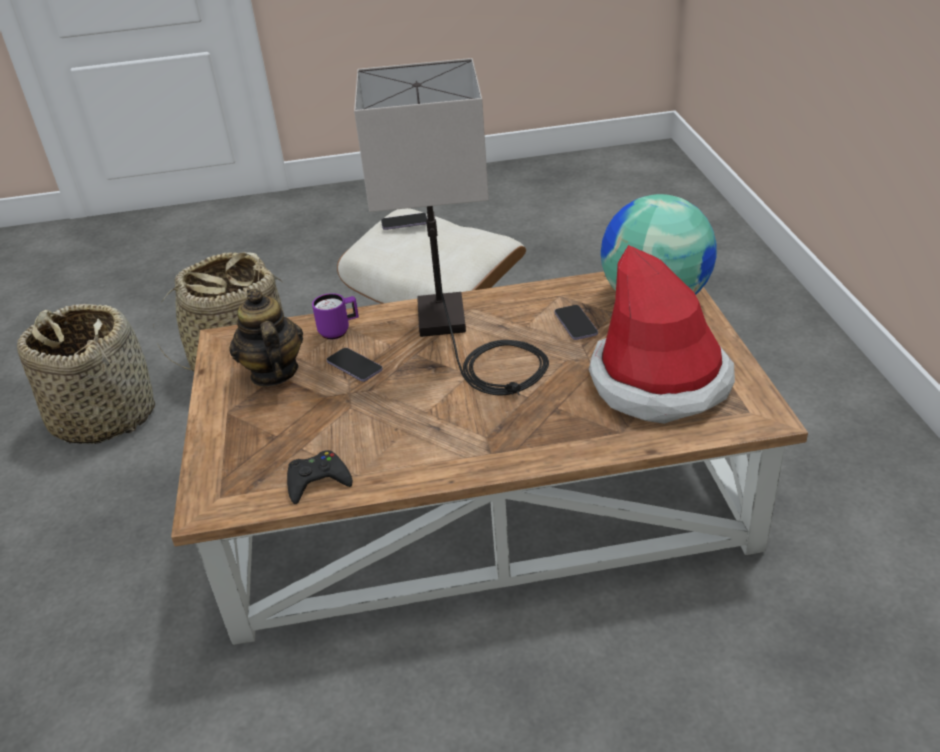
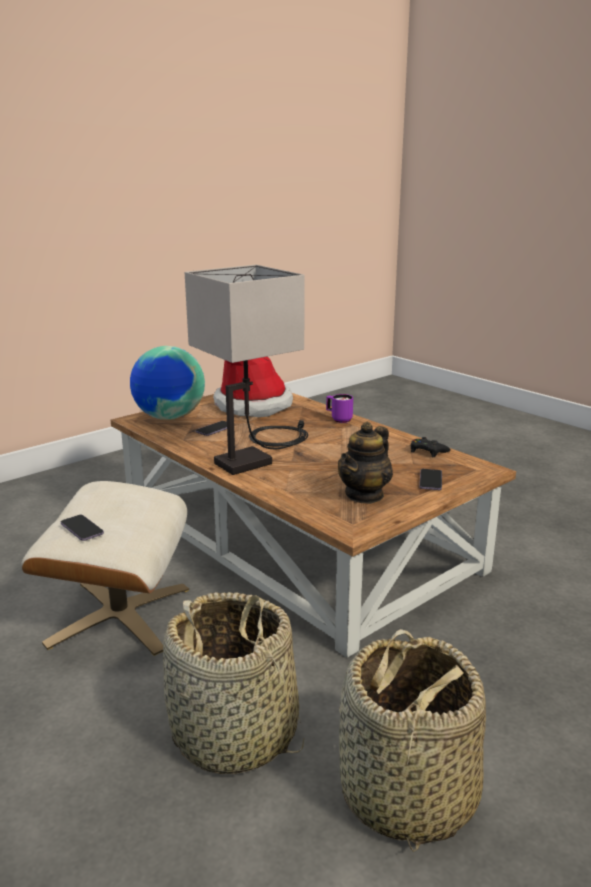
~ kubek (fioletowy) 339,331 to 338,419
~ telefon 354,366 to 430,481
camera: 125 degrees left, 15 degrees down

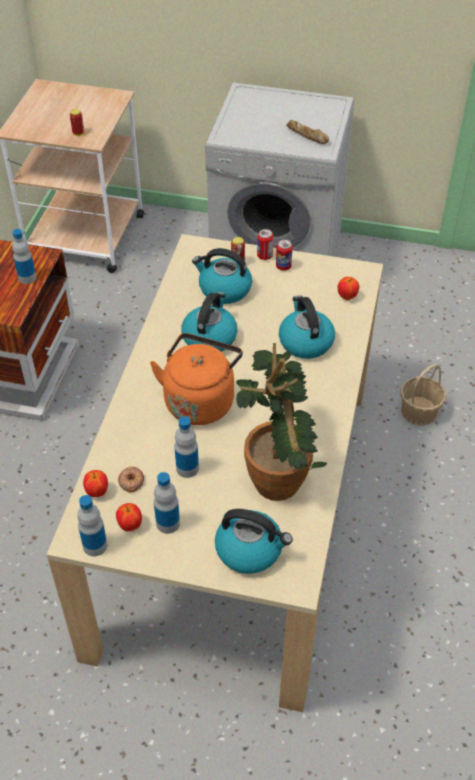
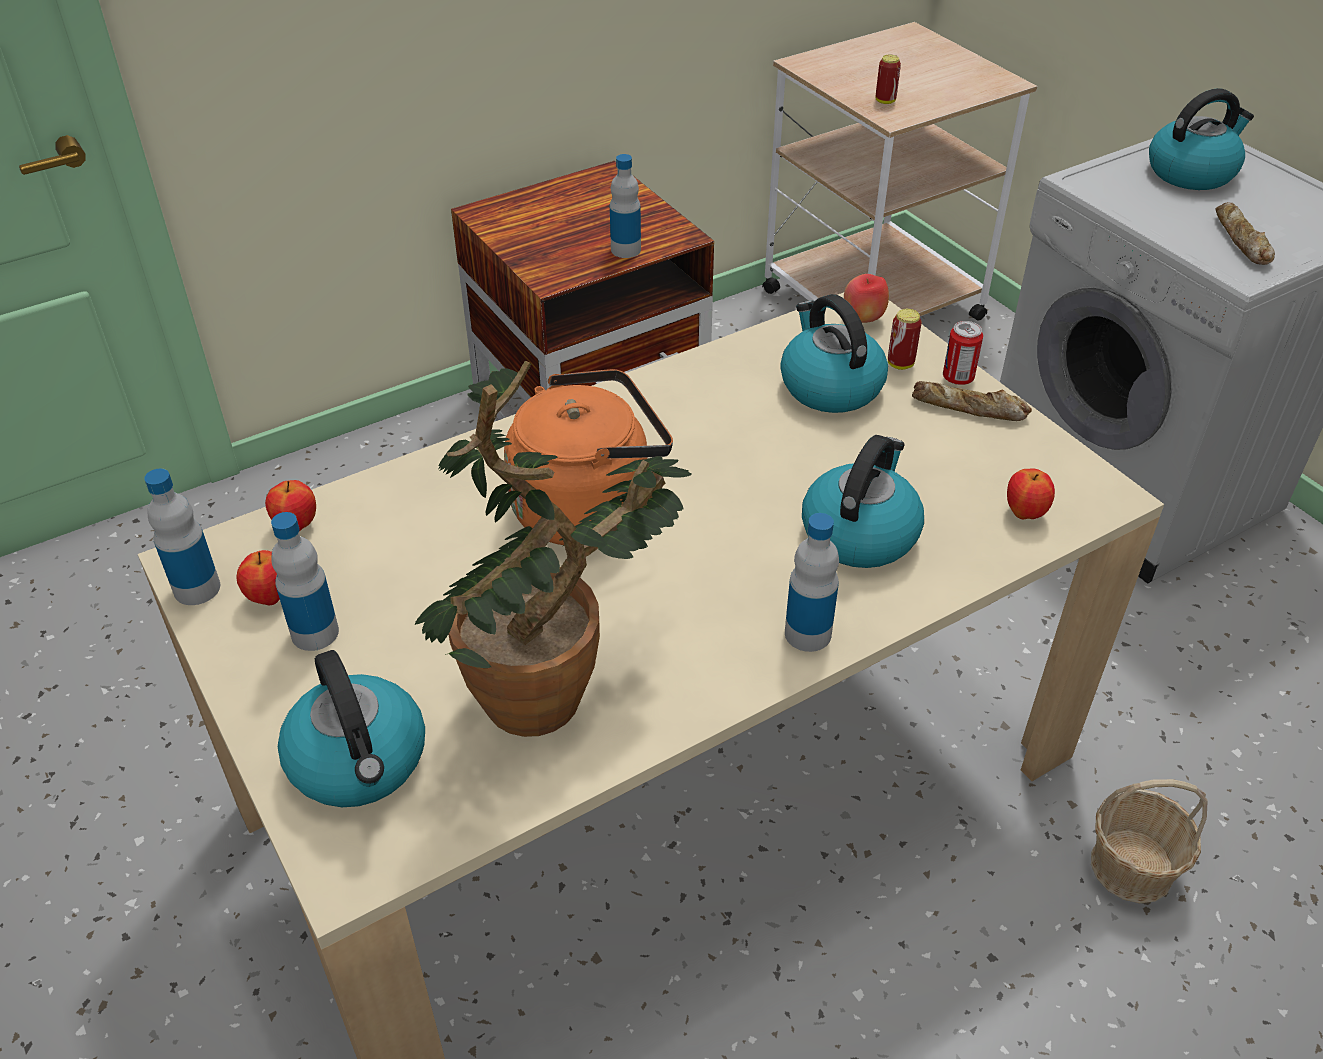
- donut 131,481
~ butelka 187,468 to 808,634
~ czajnik 209,337 to 1191,172
~ puszka 283,266 to chleb 969,409
+ jabłko 863,319
camera: 45 degrees right, 5 degrees down

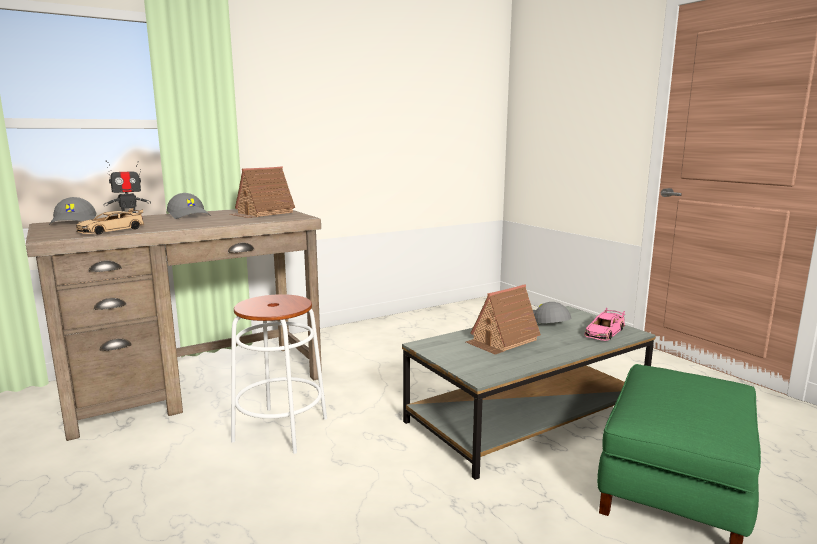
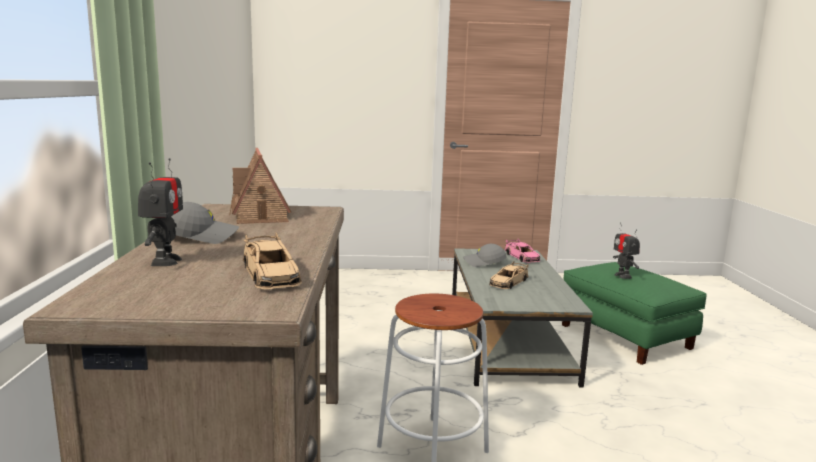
- czapka z daszkiem (szary) 74,222
~ domek 502,341 to samochodzik (beżowy) 508,282
+ robot zabawkowy 623,276
camera: 60 degrees left, 0 degrees up

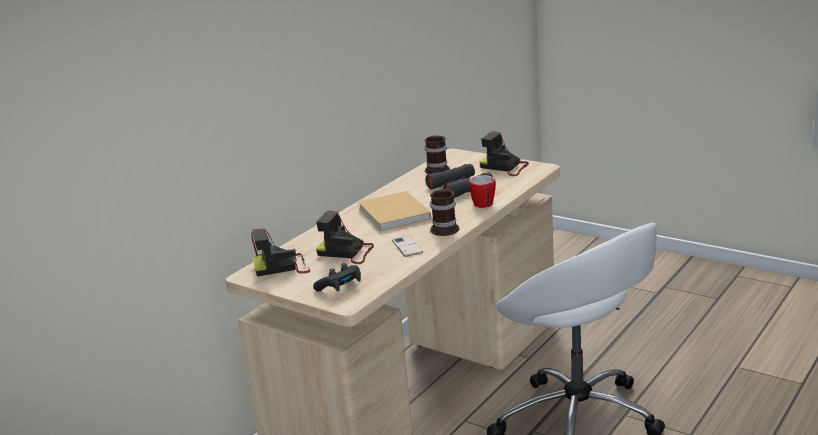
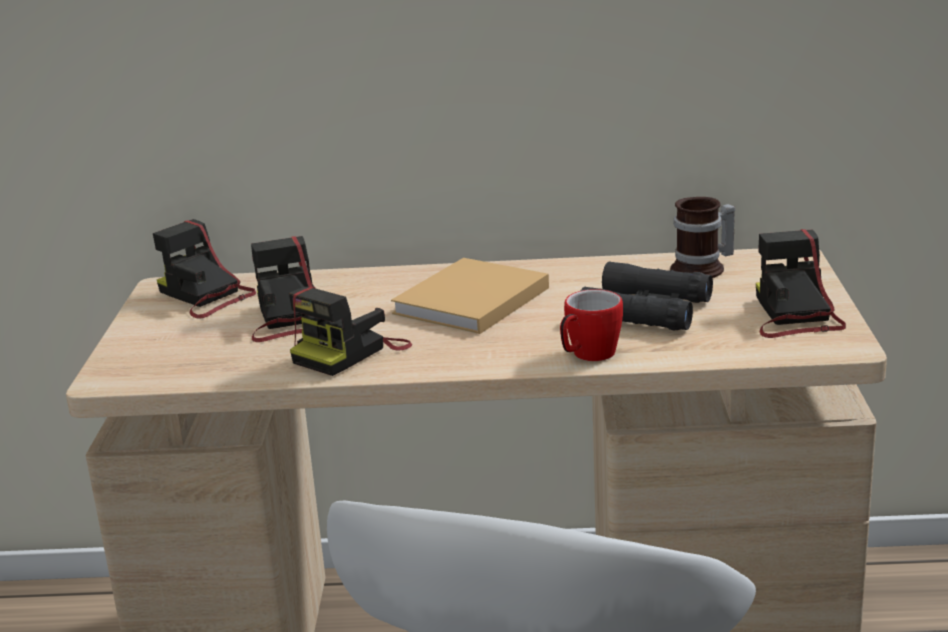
- pad do gier (czarny) 340,286
~ telefon 407,246 to aparat fotograficzny 350,352
- kubek 446,228
camera: 55 degrees right, 0 degrees up

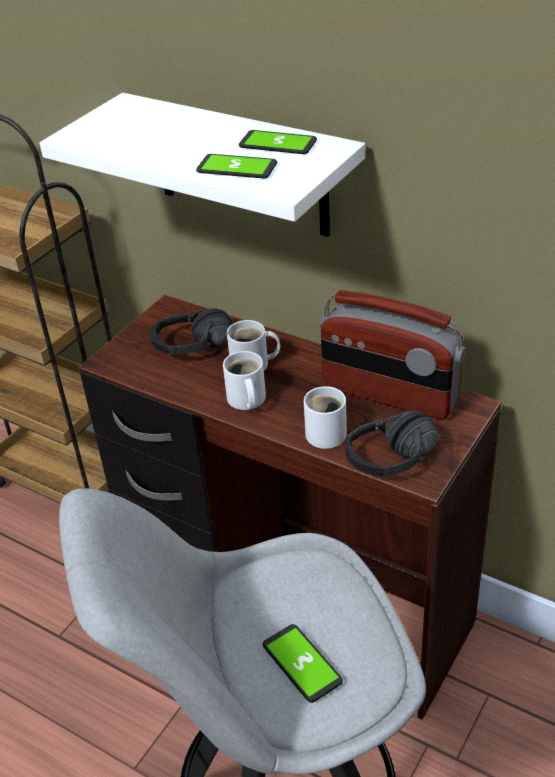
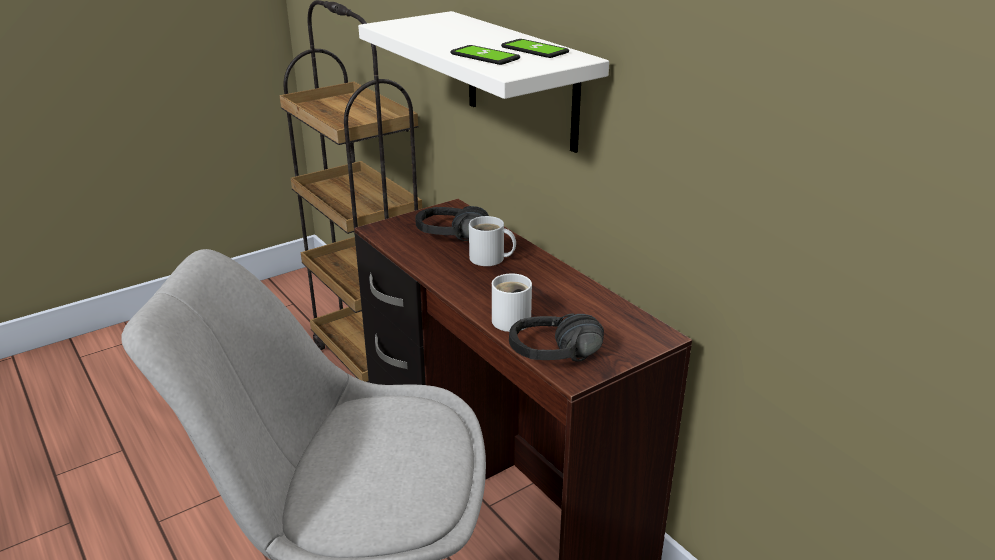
- kubek (biały) 245,400
- telefon 301,663
- radio 389,395
camera: 20 degrees right, 10 degrees down

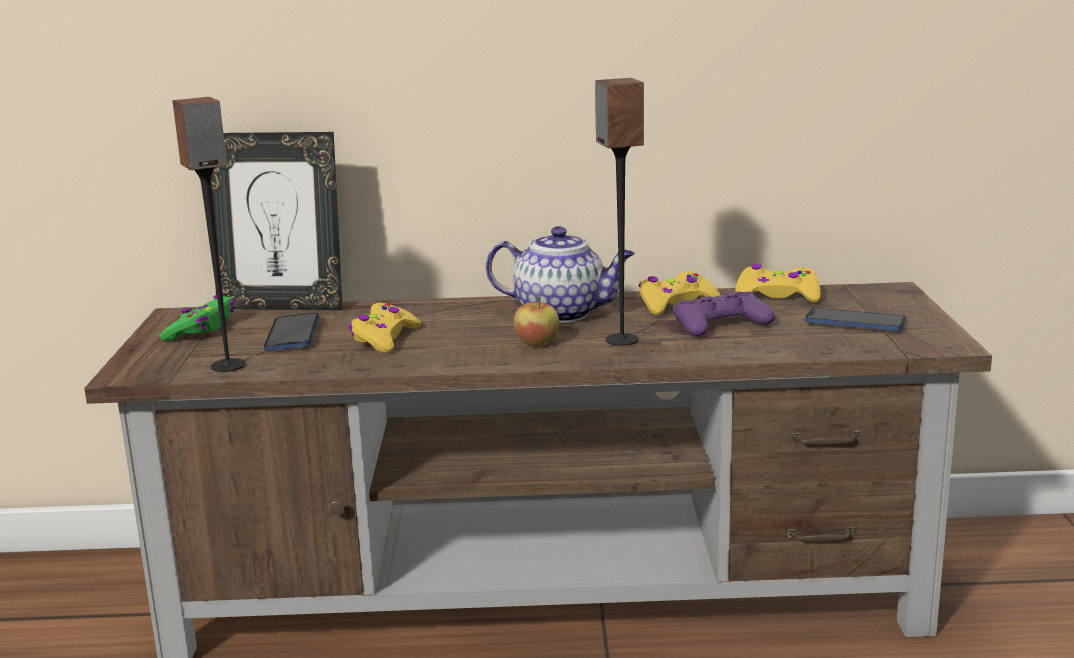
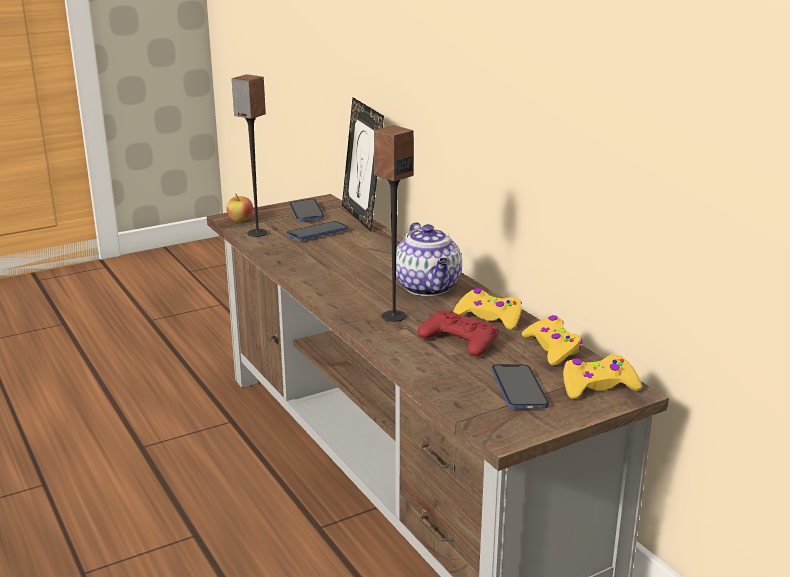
~ pad do gier (zielony) 202,329 to telefon 306,212
~ pad do gier (żółty) 384,339 to 597,386
~ jabłko 537,343 to 240,220
~ pad do gier (fioletowy) 720,324 to pad do gier (czerwony) 459,340
camera: 60 degrees right, 5 degrees up

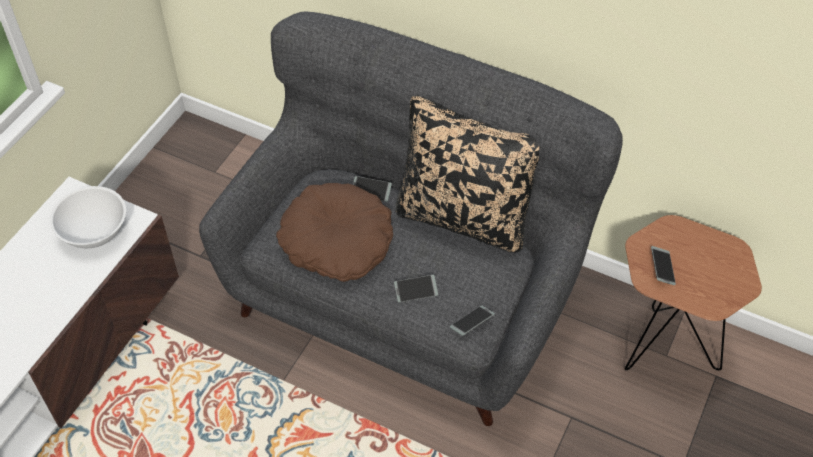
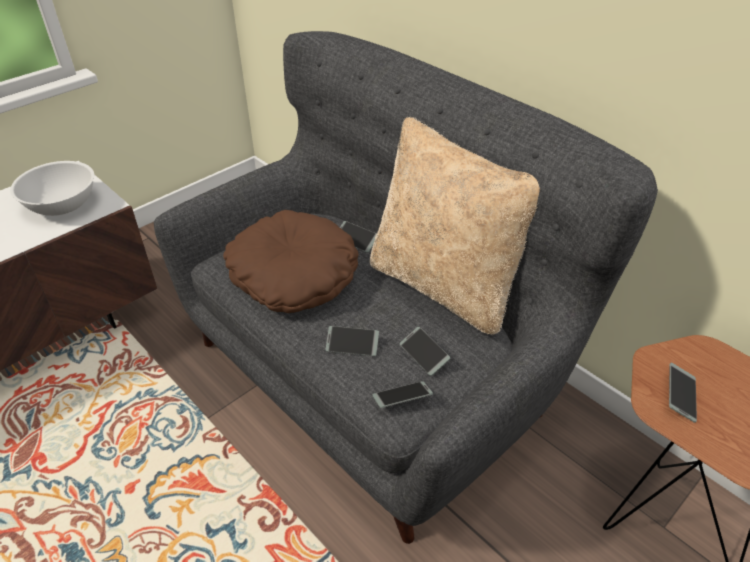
~ poduszka (czarny) 464,221 to poduszka (beżowy) 443,290
+ telefon 424,354
camera: 20 degrees right, 10 degrees down

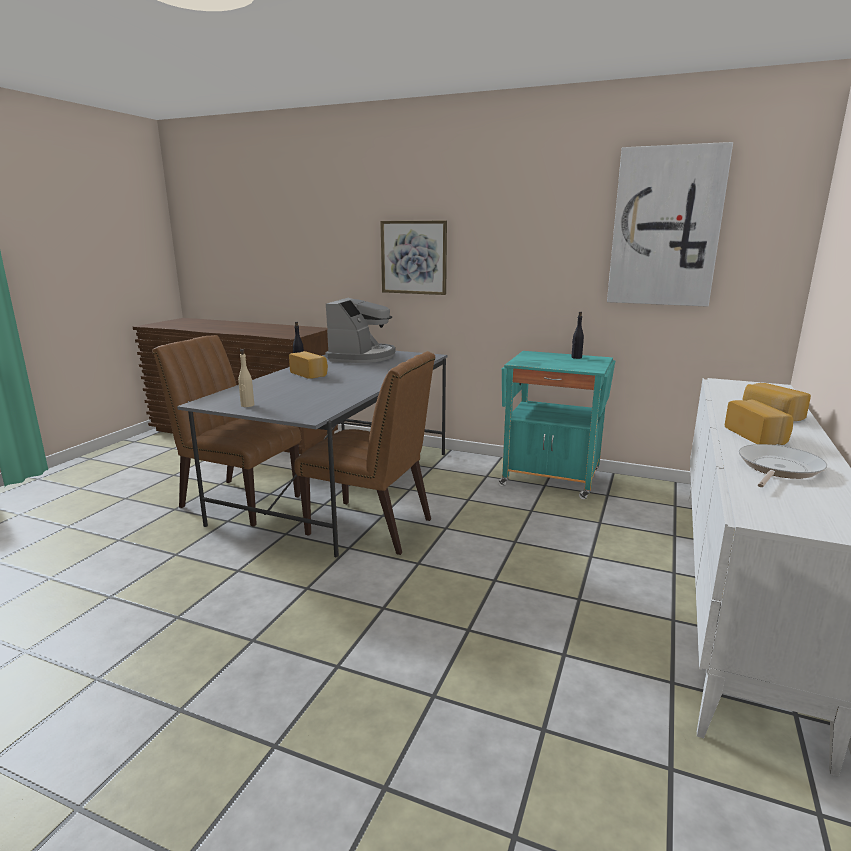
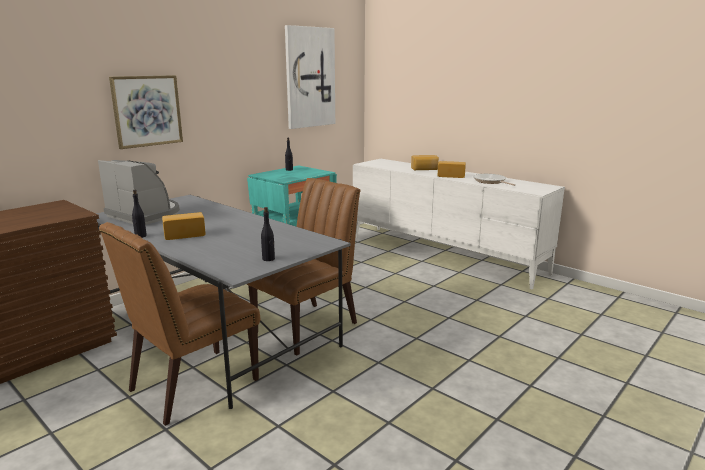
~ butelka (beżowy) 247,405 to butelka (czarny) 268,259
camera: 70 degrees left, 0 degrees up

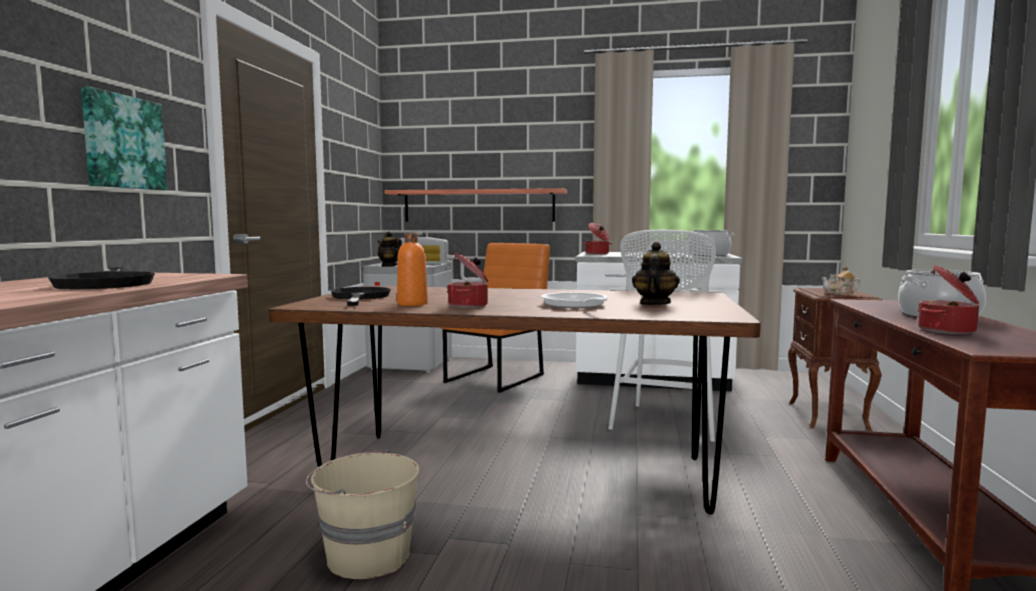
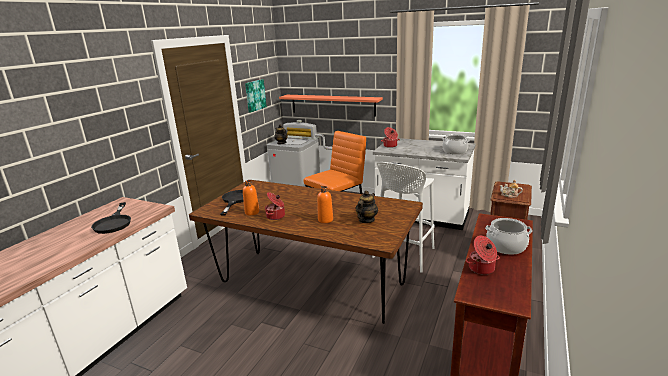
~ obraz 123,142 to 255,95
- wiadro (beżowy) 366,556
~ patelnia 575,305 to butelka (pomarańczowy) 325,220
camera: 15 degrees right, 15 degrees up

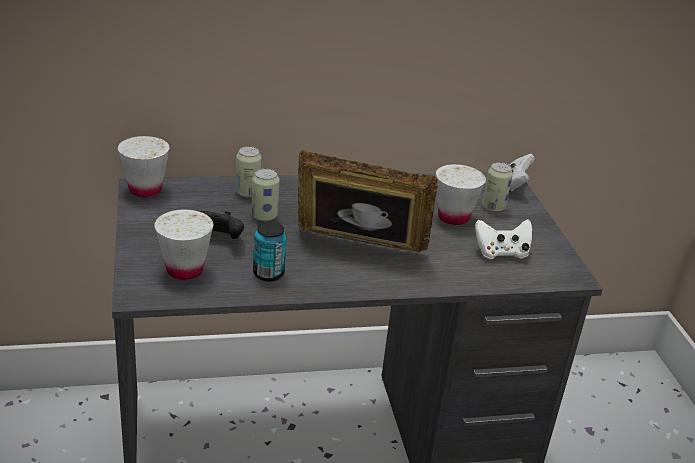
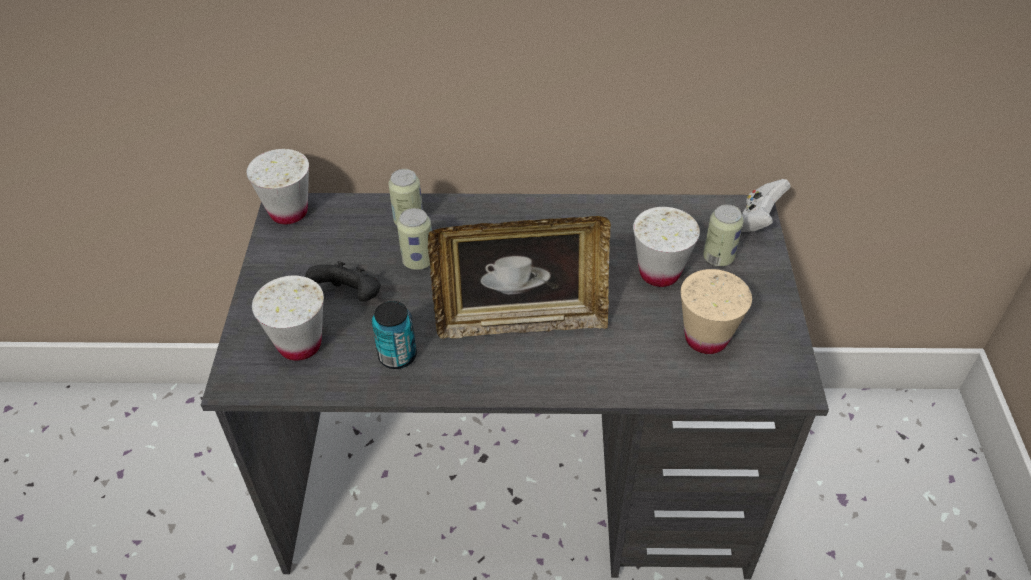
~ ramka na zdjęcie 359,248 = 521,320 150 degrees clockwise
~ pad do gier (biały) 501,253 to filiżanka (beżowy) 706,338
camera: 15 degrees right, 15 degrees up

